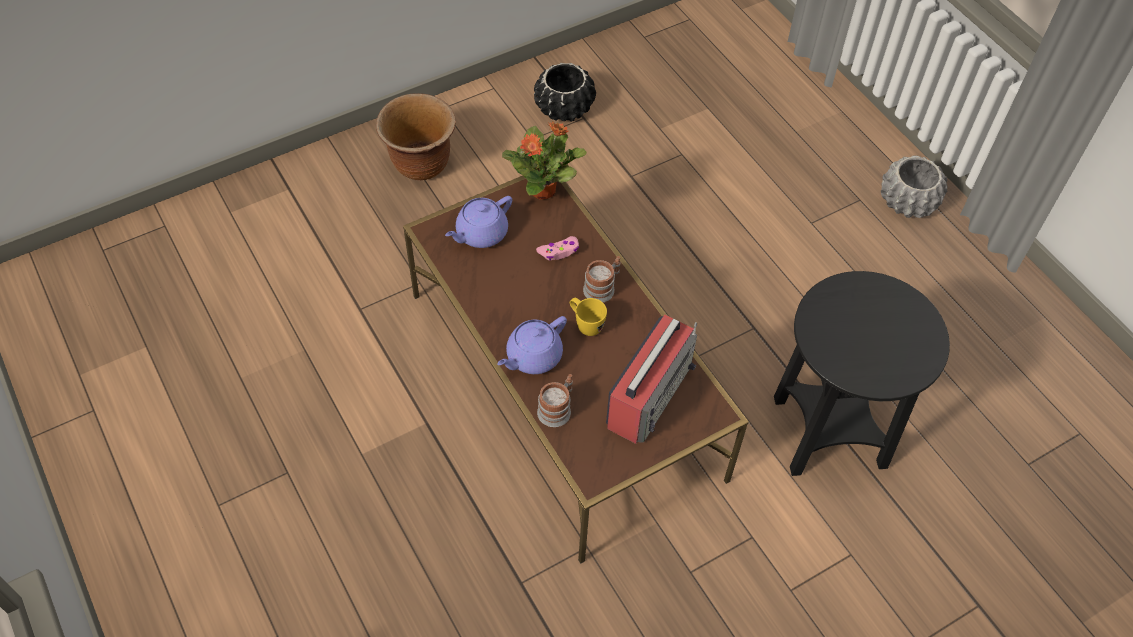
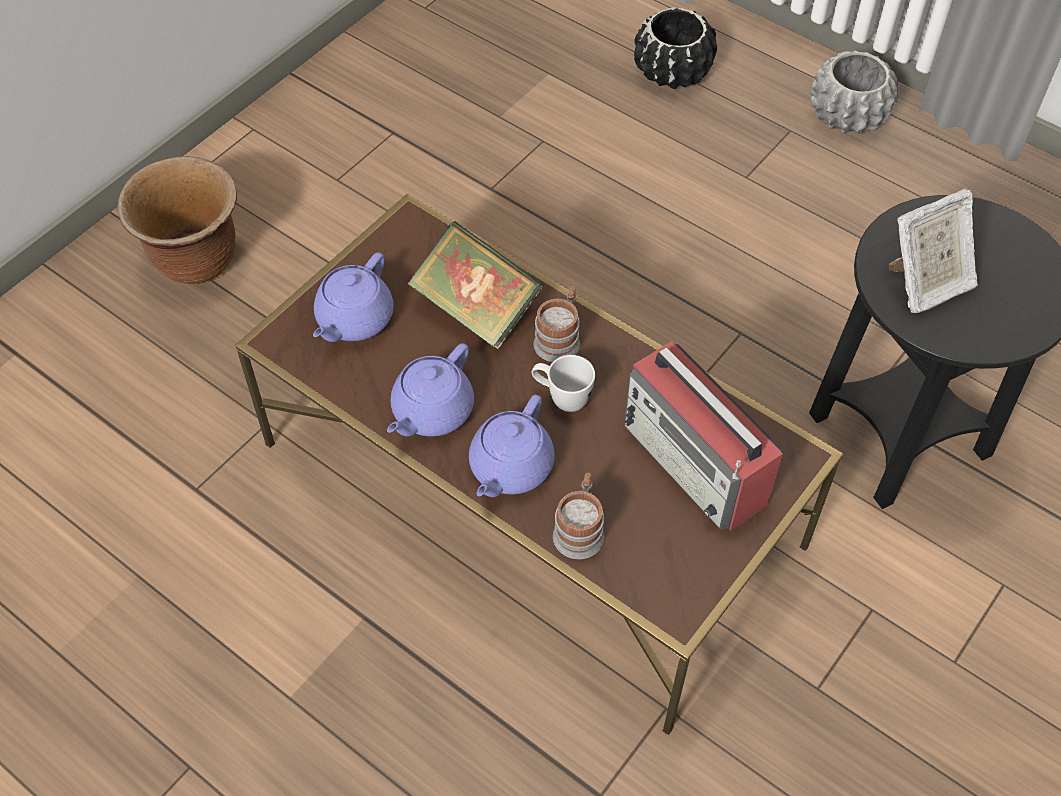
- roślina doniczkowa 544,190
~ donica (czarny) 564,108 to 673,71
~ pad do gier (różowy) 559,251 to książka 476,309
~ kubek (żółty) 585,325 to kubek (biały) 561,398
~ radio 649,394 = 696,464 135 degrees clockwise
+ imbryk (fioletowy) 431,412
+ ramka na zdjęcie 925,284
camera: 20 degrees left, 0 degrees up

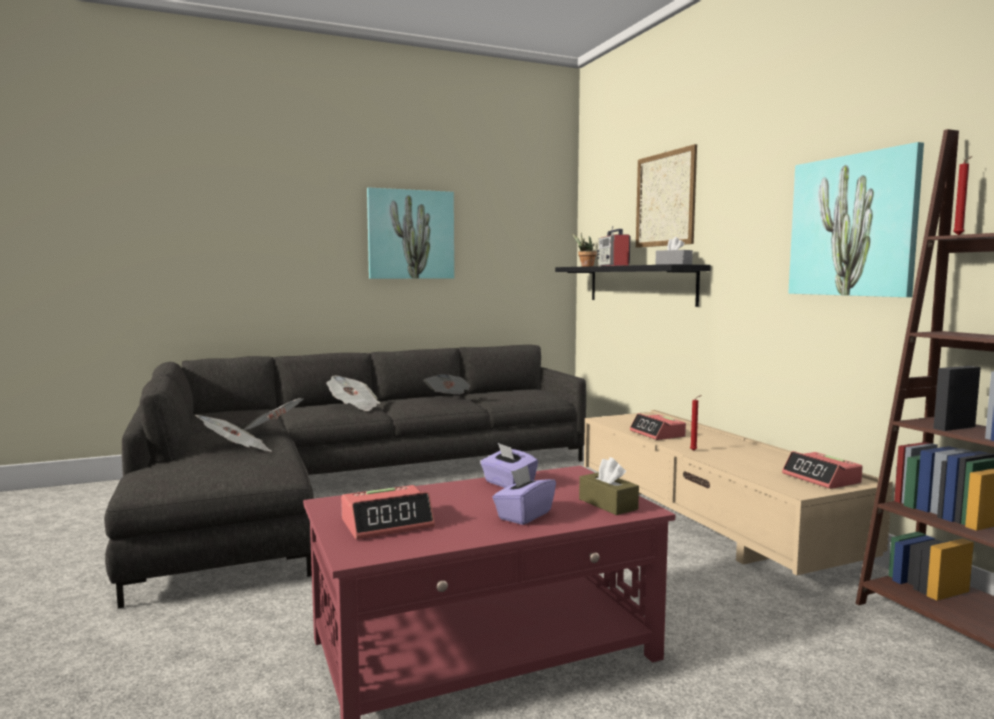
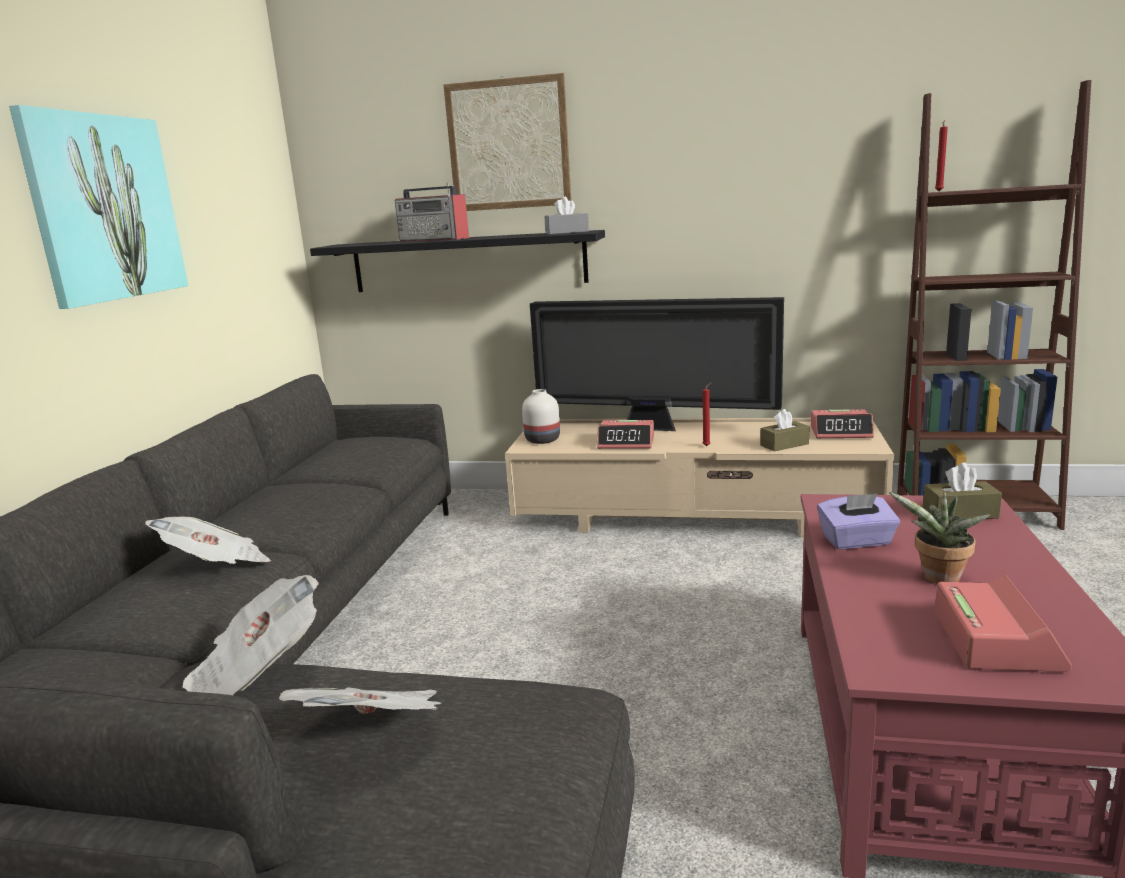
- gazeta 448,398
- pudełko chusteczek (fioletowy) 524,515
~ roślina doniczkowa 585,266 to 938,579
- obraz 852,226
+ wazon (biały) 541,440
+ telewizor 654,428
+ pudełko chusteczek (brązowy) 784,444
camera: 55 degrees left, 10 degrees up

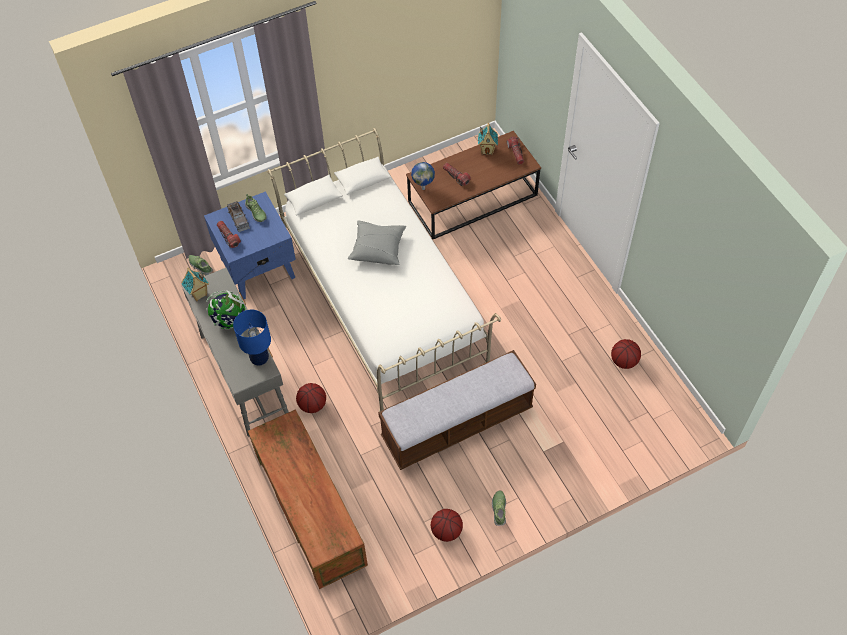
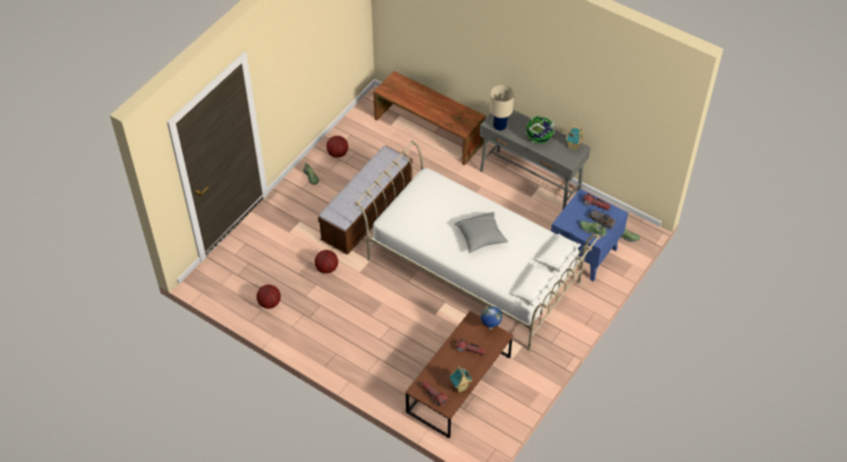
~ lampa stołowa (niebieski) 260,359 to lampa stołowa (beżowy) 499,126
~ piłka do koszykówki 312,405 to 327,268
camera: 150 degrees right, 5 degrees down

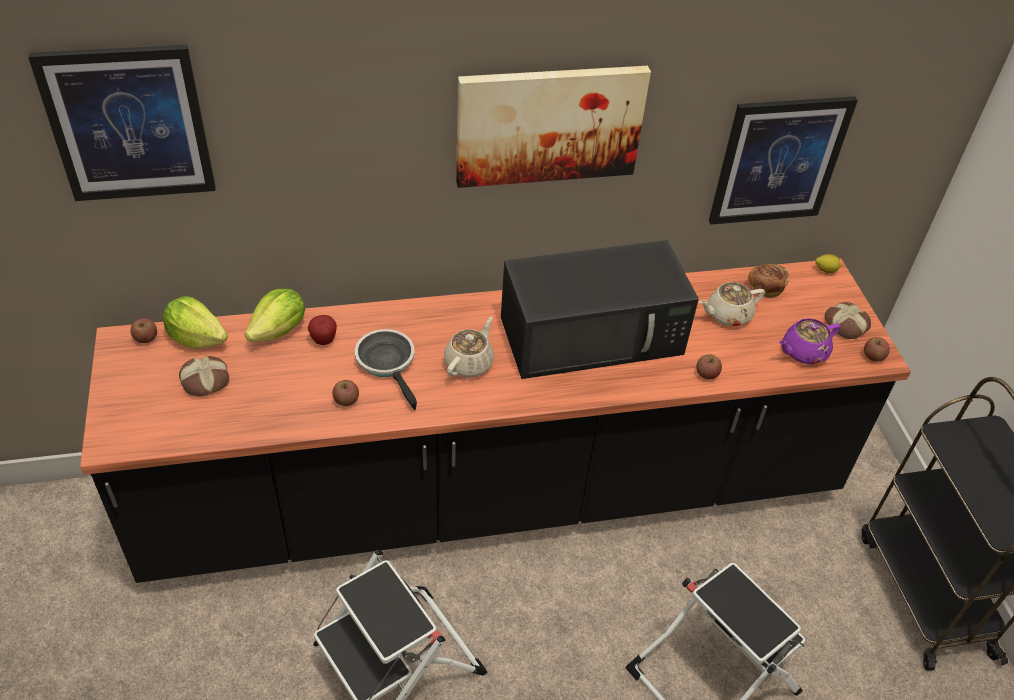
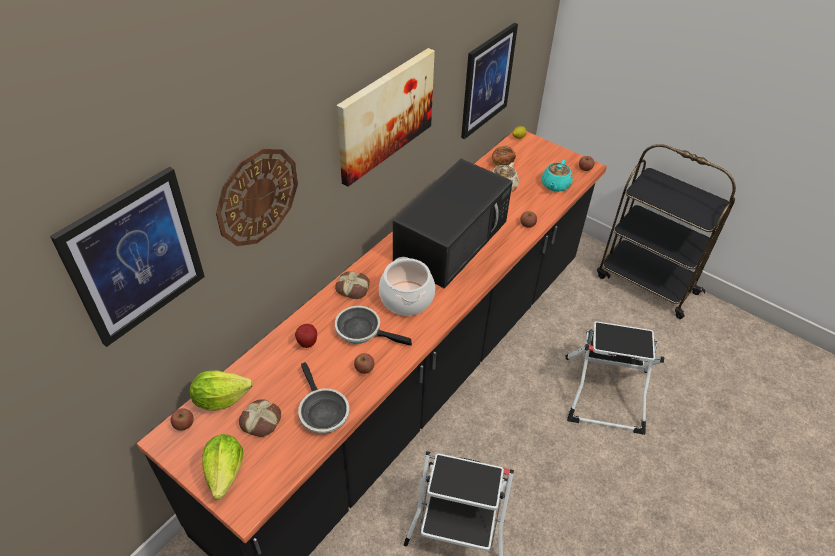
~ sałata 279,331 to 225,472
~ imbryk (beżowy) 469,363 to garnek 407,298
~ imbryk (fioletowy) 803,352 to imbryk (turkusowy) 555,185
~ chleb 846,324 to 353,288
+ zegar ścienny 257,197
+ patelnia 322,411
camera: 40 degrees left, 0 degrees up

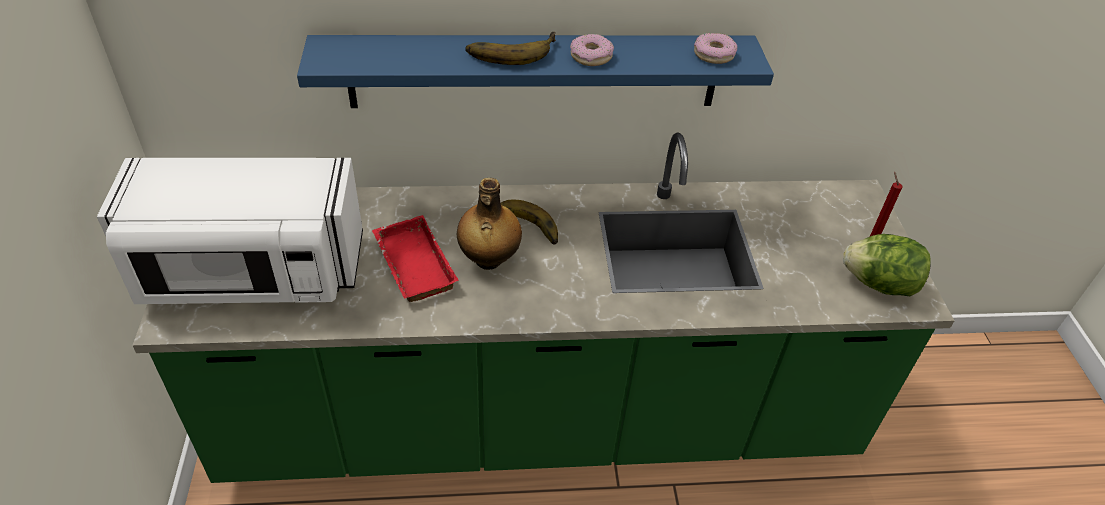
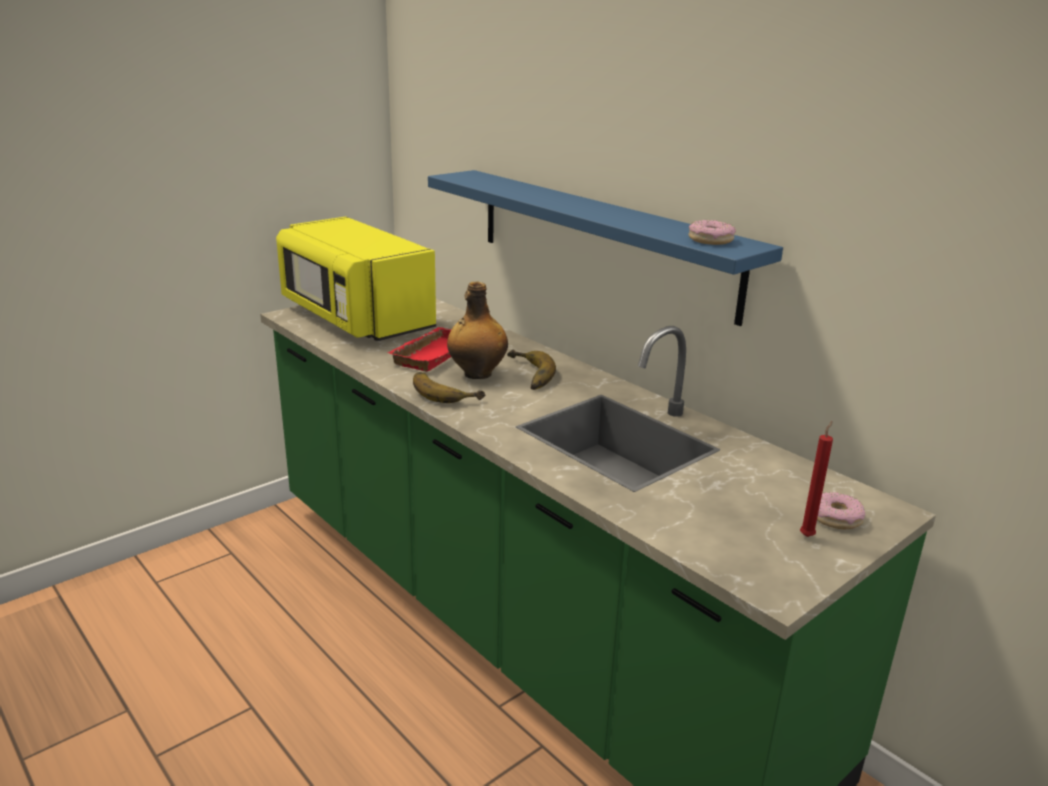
~ mikrofalówka (biały) 251,273 to mikrofalówka (żółty) 355,318
~ banan 510,50 to 446,391
~ donut 591,56 to 836,518
- sałata 879,284
camera: 55 degrees right, 20 degrees down

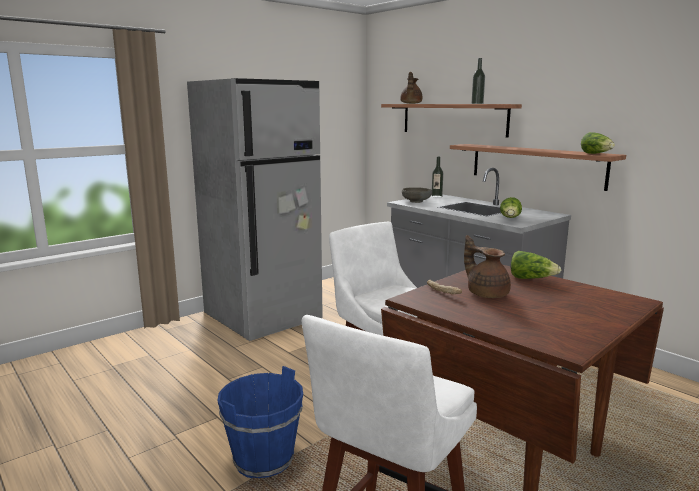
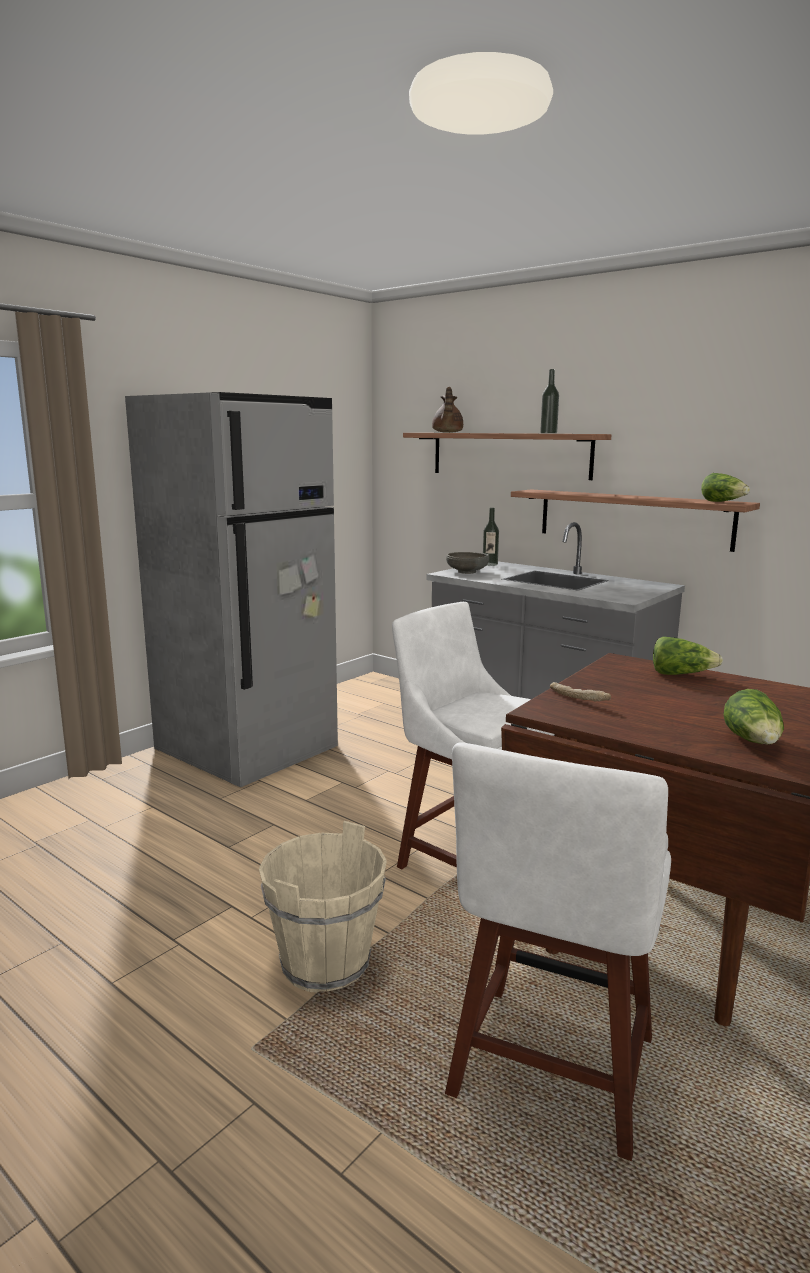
~ wiadro (niebieski) 264,460 to wiadro (beżowy) 326,964
- imbryk (brązowy) 486,293
~ sałata 510,218 to 753,742
camera: 10 degrees left, 0 degrees up

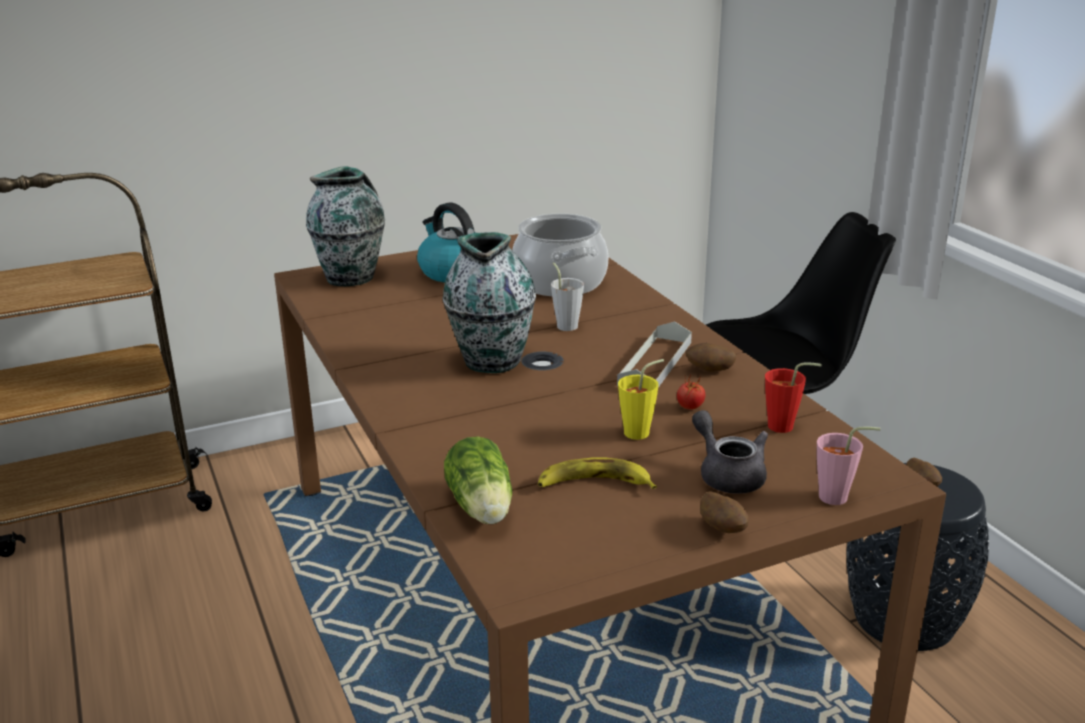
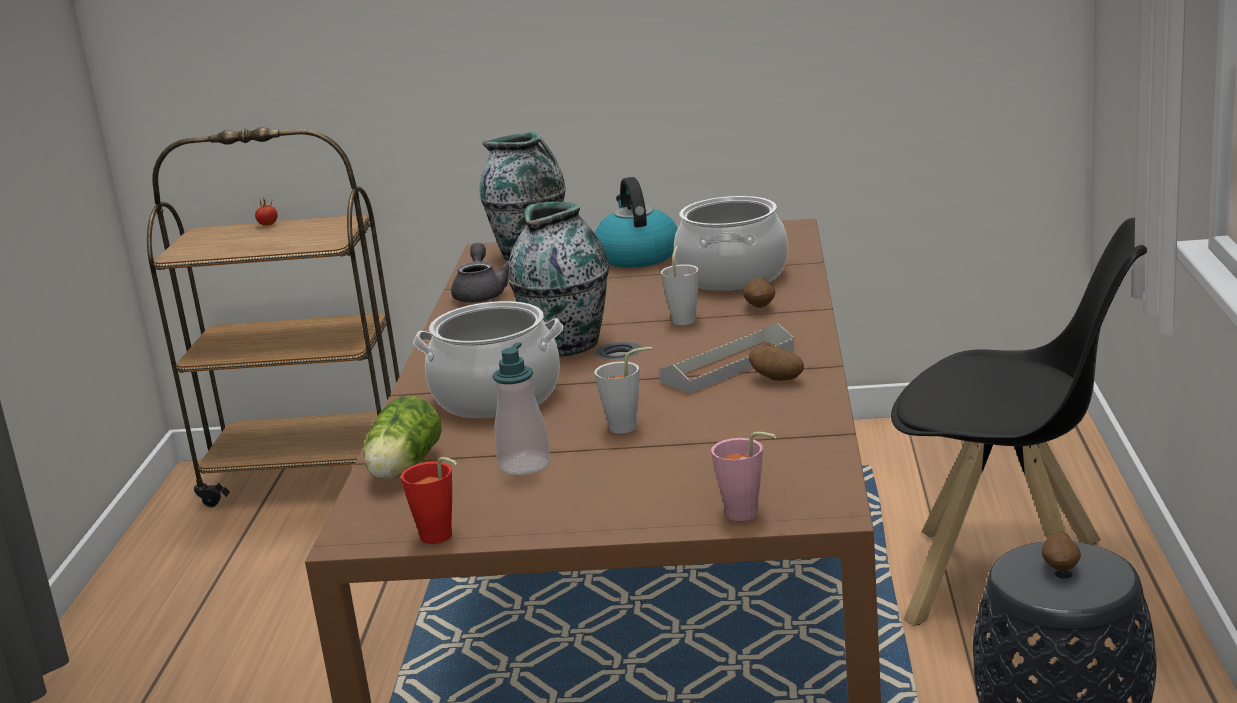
~ banan 594,484 to dozownik mydła 524,465
~ filiżanka (żółty) 641,431 to filiżanka (szary) 629,427
~ pomidor 690,407 to 267,225
~ imbryk (szary) 727,474 to 481,293
~ ziemniak 723,530 to 760,307
~ filiżanka (czerwony) 786,427 to 440,538
+ garnek 496,397
camera: 30 degrees right, 5 degrees down

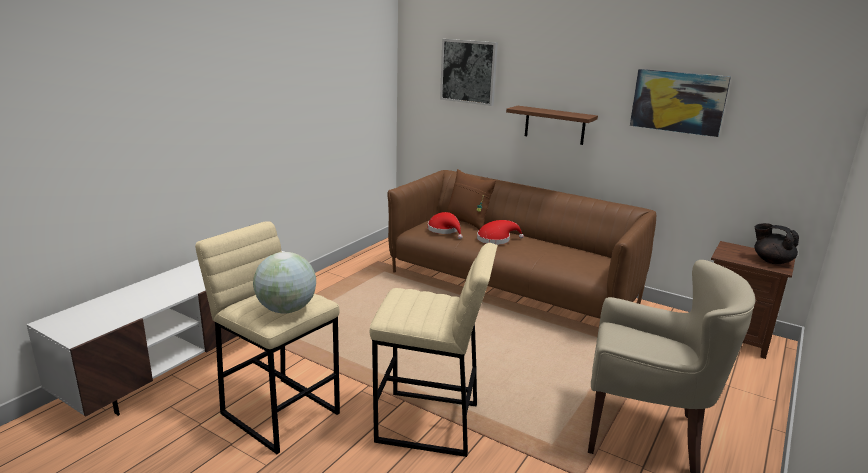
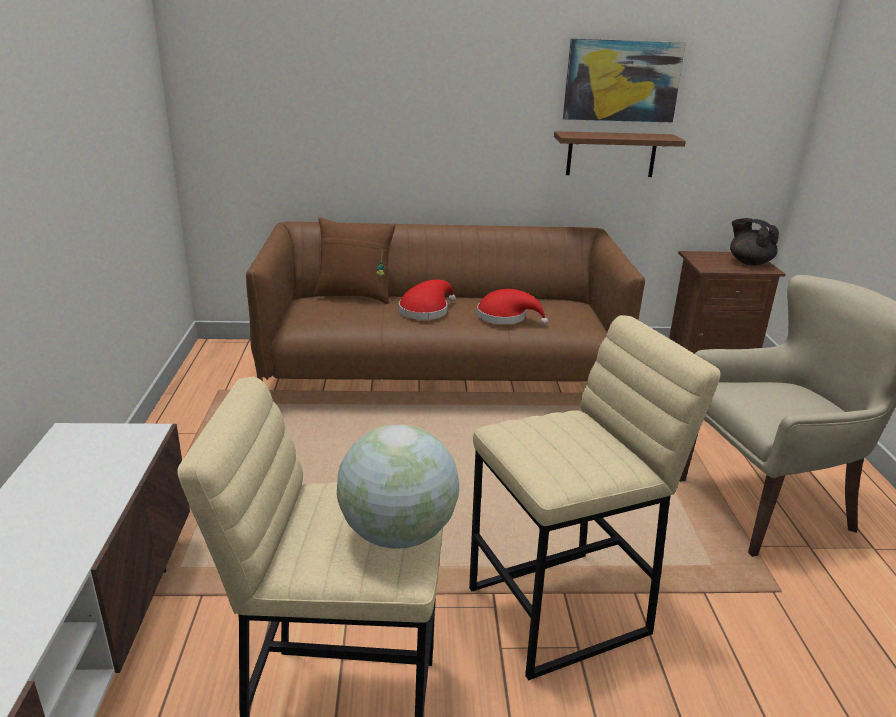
~ kapelusz (czerwony) 445,230 to 505,317
- obraz 468,71
~ półka (brązowy) 554,125 to 611,154
~ imbryk (czarny) 771,261 = 749,262 45 degrees clockwise
camera: 35 degrees left, 5 degrees up

